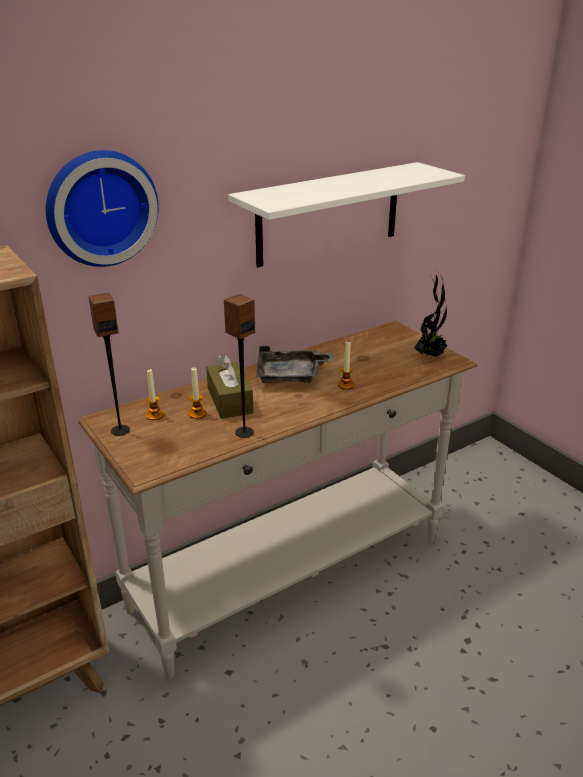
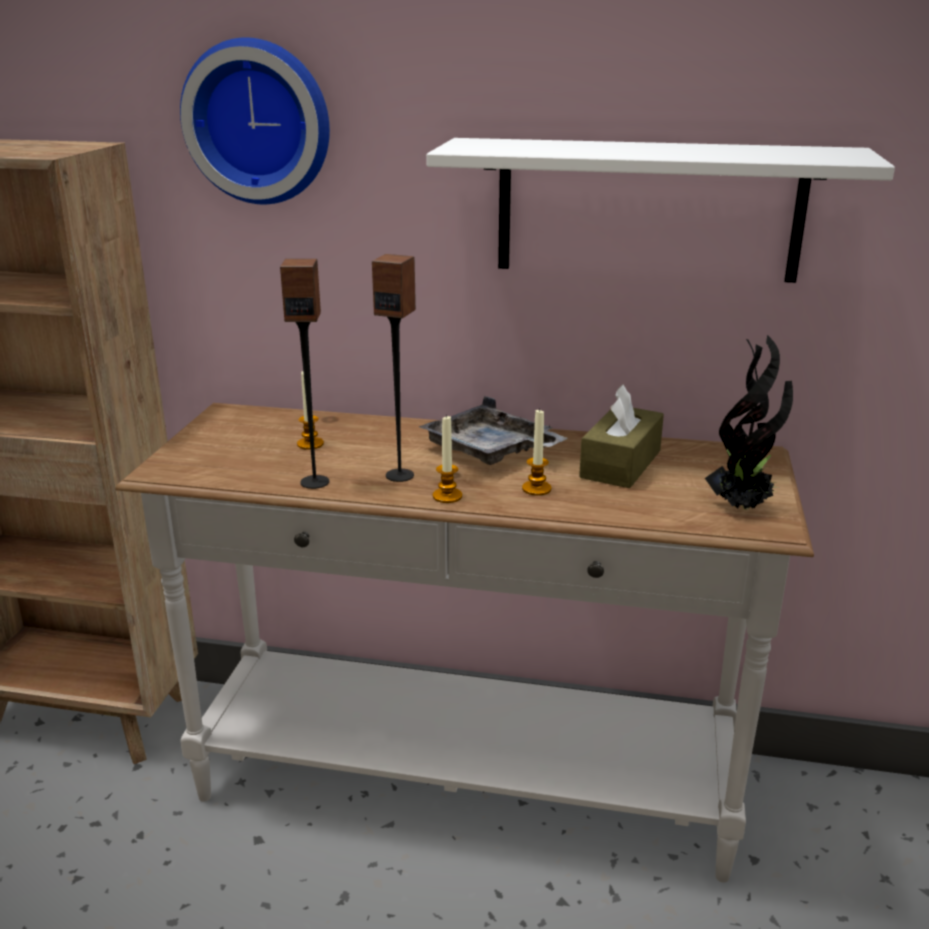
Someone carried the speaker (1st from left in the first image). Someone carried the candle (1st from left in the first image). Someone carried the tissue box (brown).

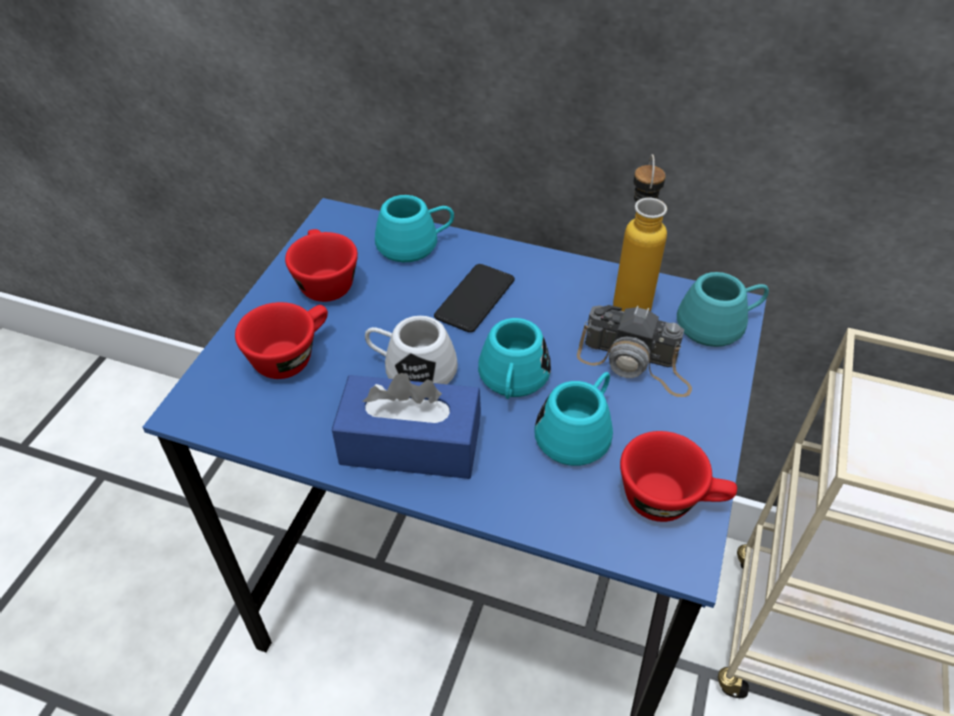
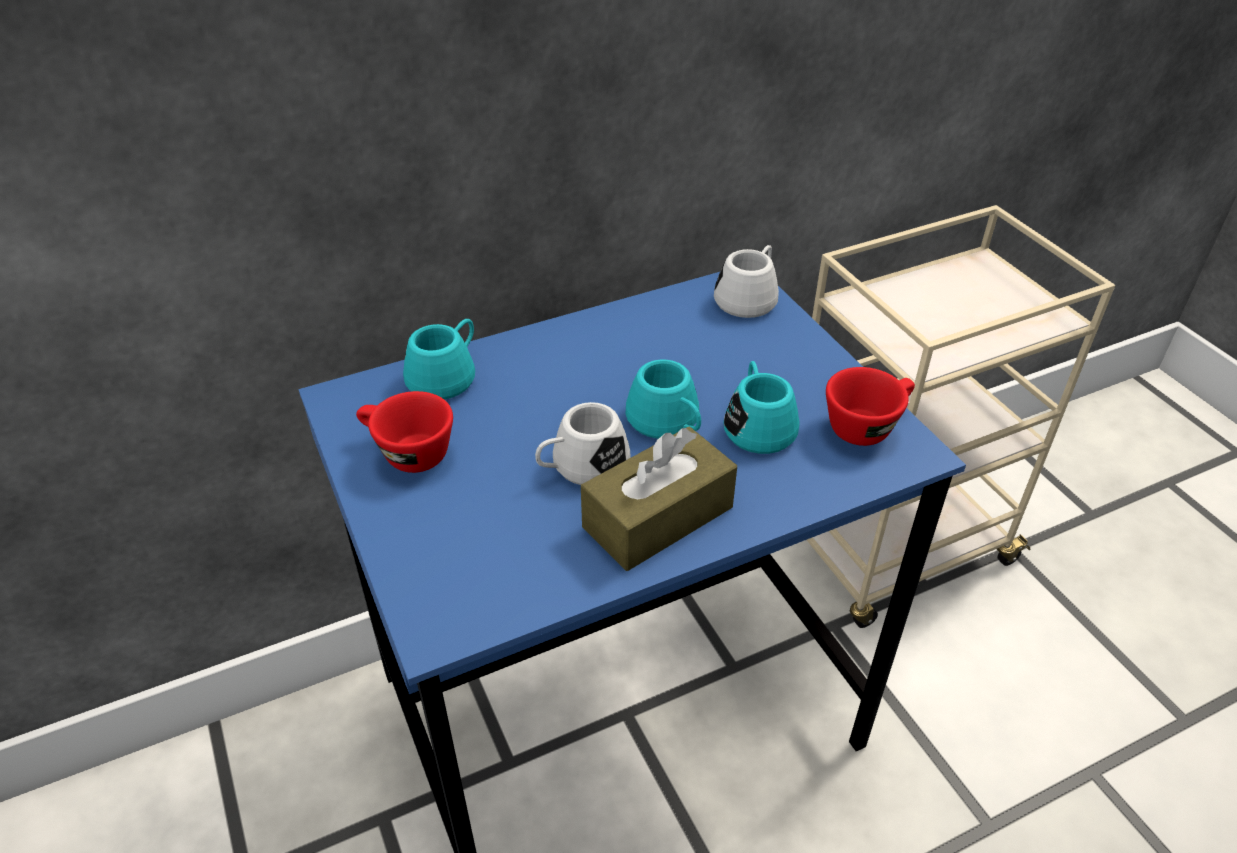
Someone took away the cup (red) (1st from left). Someone repainted the tissue box (blue), which became the tissue box (brown). Someone took away the phone. Someone took away the photo camera. Someone took away the bottle. Someone repainted the mug (turquoise) (4th from left), which became the mug (white) (2nd from left).

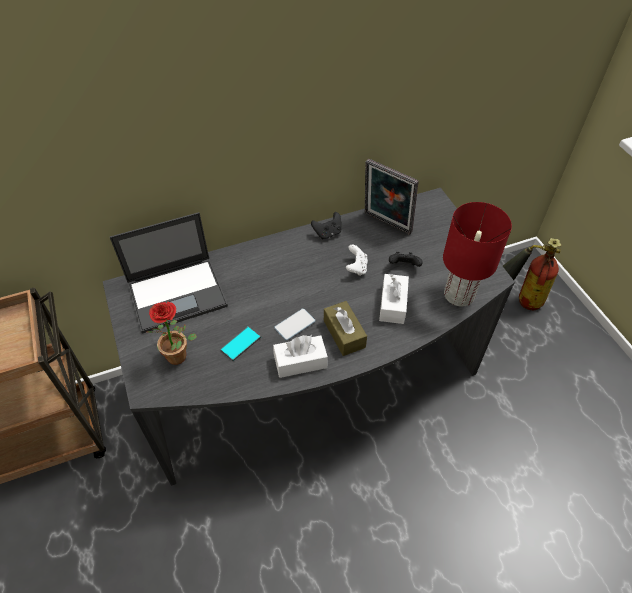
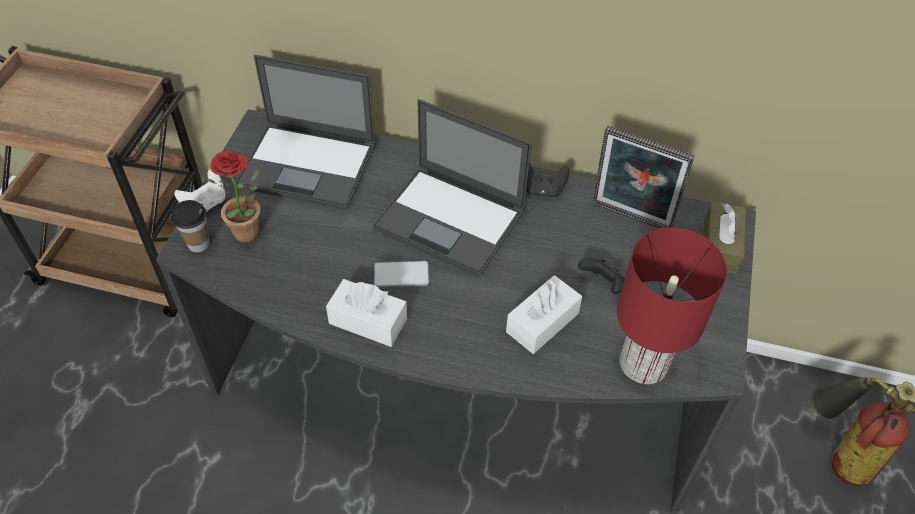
Someone took away the phone (1st from left). Someone carried the tissue box (brown). Someone carried the game controller (white). Someone rotated the picture frame by 45 degrees counterclockwise. Someone put down the cup. Someone put down the laptop (2nd from left).

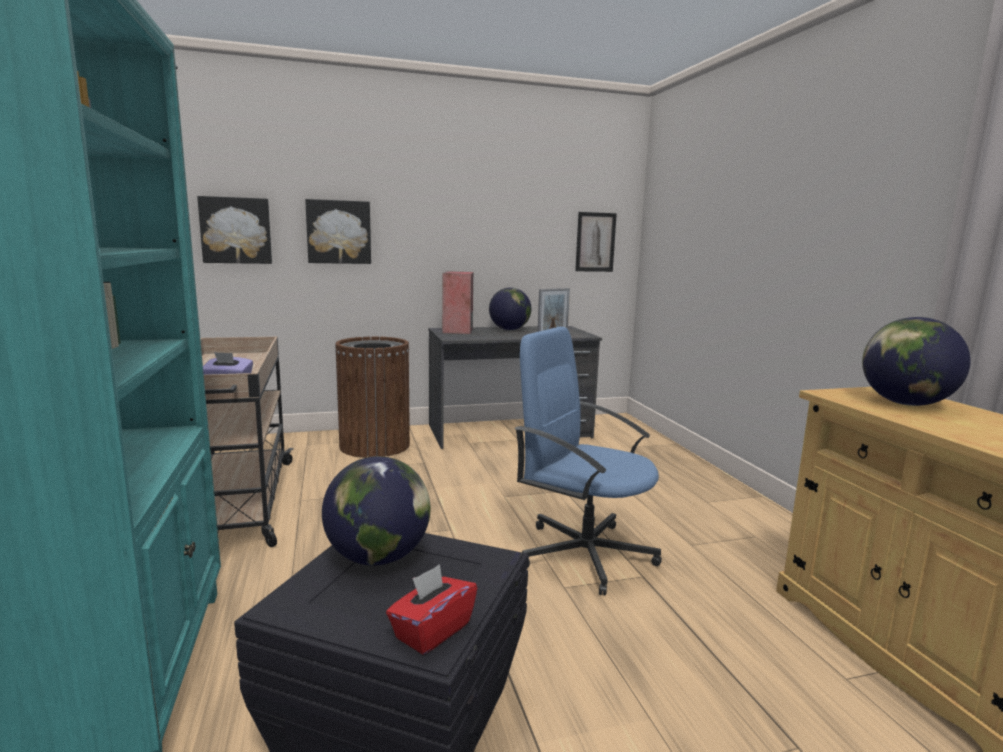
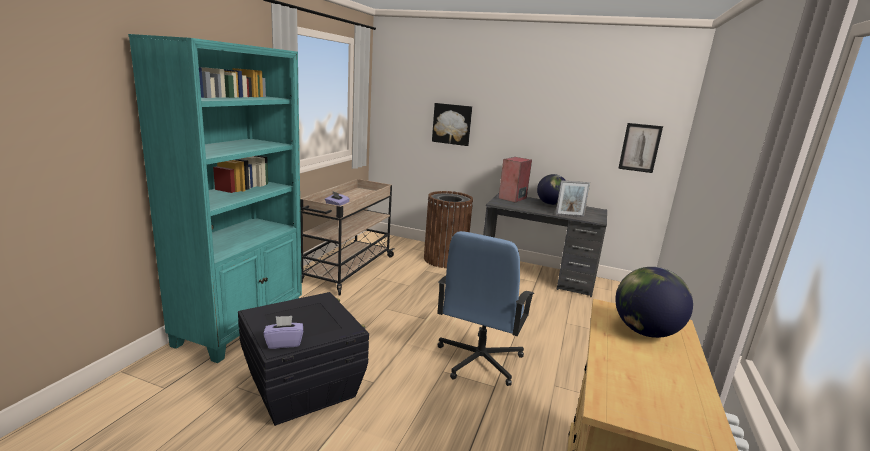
Someone took away the picture (1st from left). Someone took away the globe (1st from left). Someone repainted the tissue box (red), which became the tissue box (purple) (1st from left). Someone rotated the office chair (blue) by 135 degrees counterclockwise.

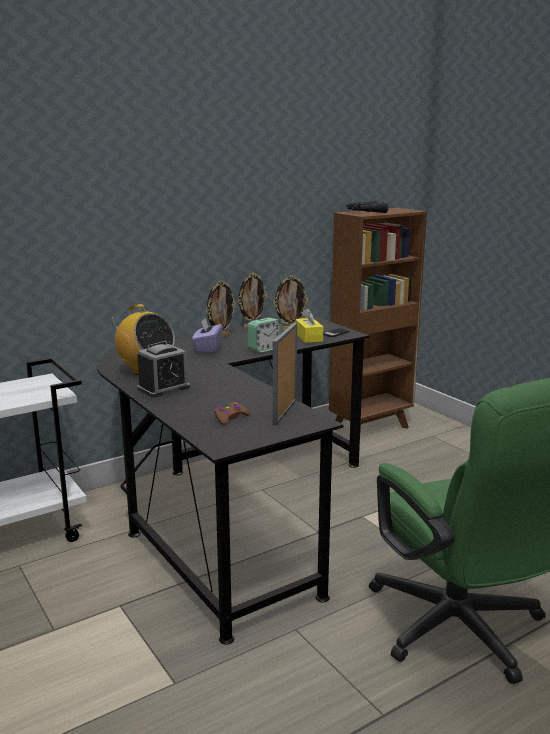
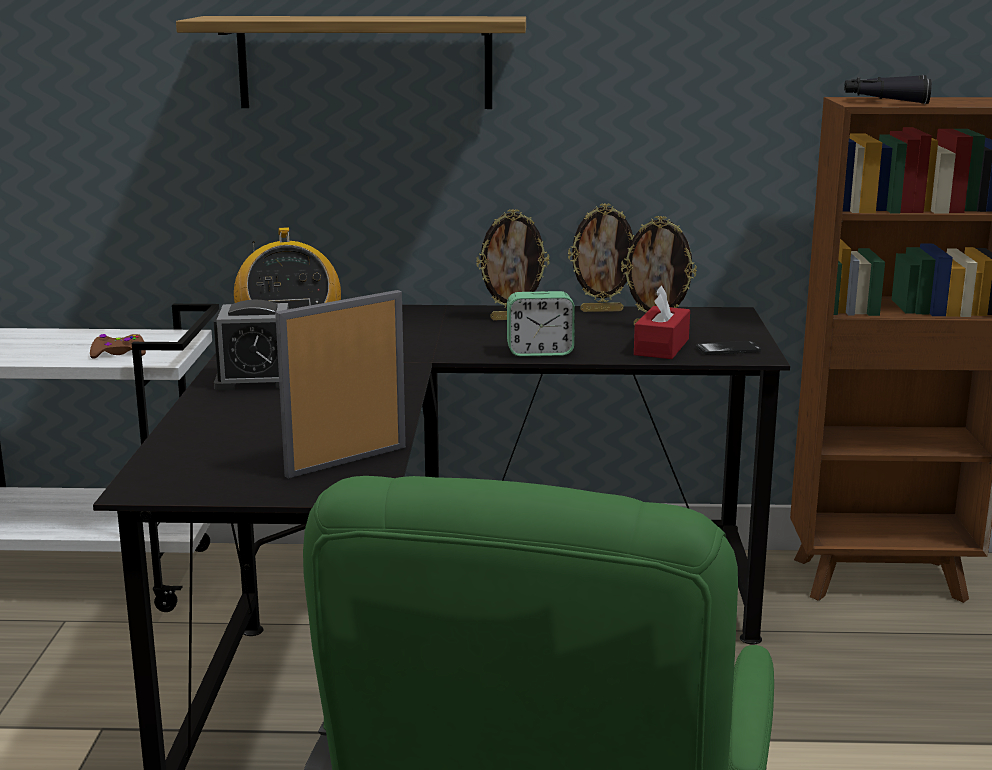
Someone took away the tissue box (purple). Someone carried the game controller (brown). Someone repainted the tissue box (yellow), which became the tissue box (red). Someone put up the shelf.

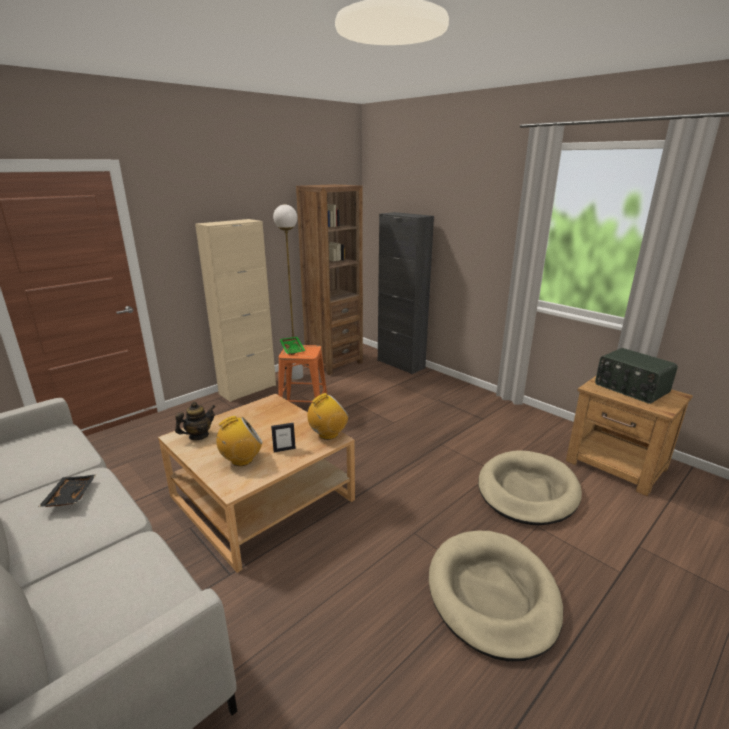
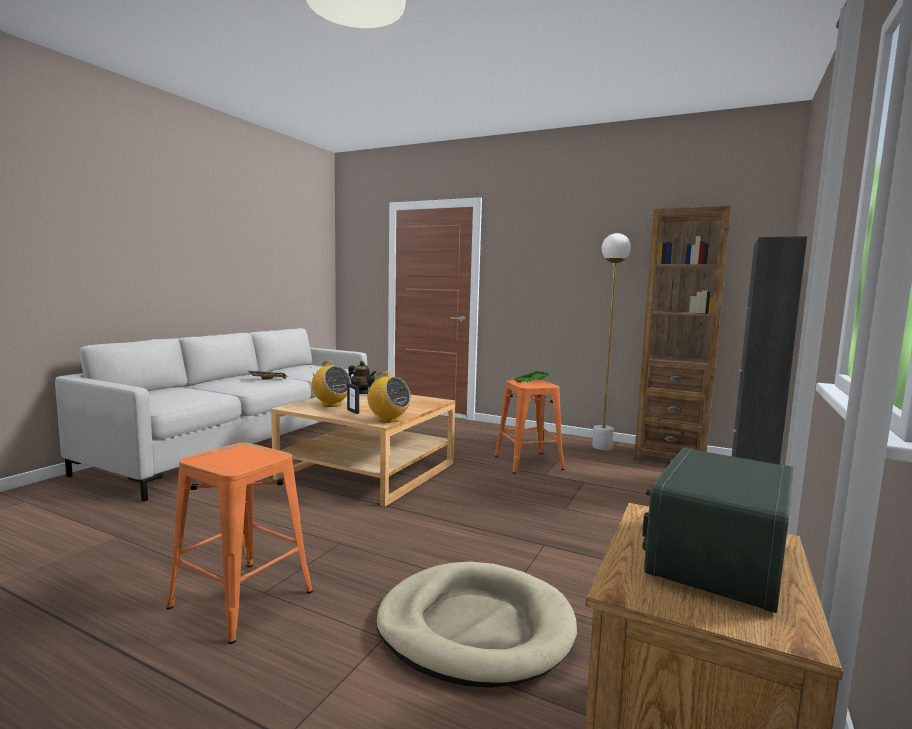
Someone took away the cabinet (beige). Someone swapped the dog bed (beige) (1st from left) for the stool (orange) (1st from left).

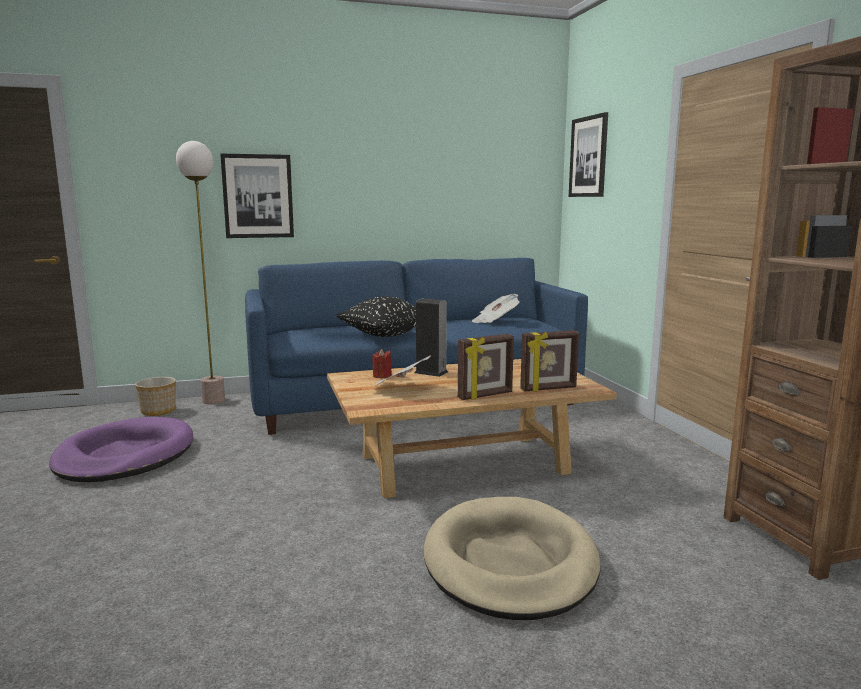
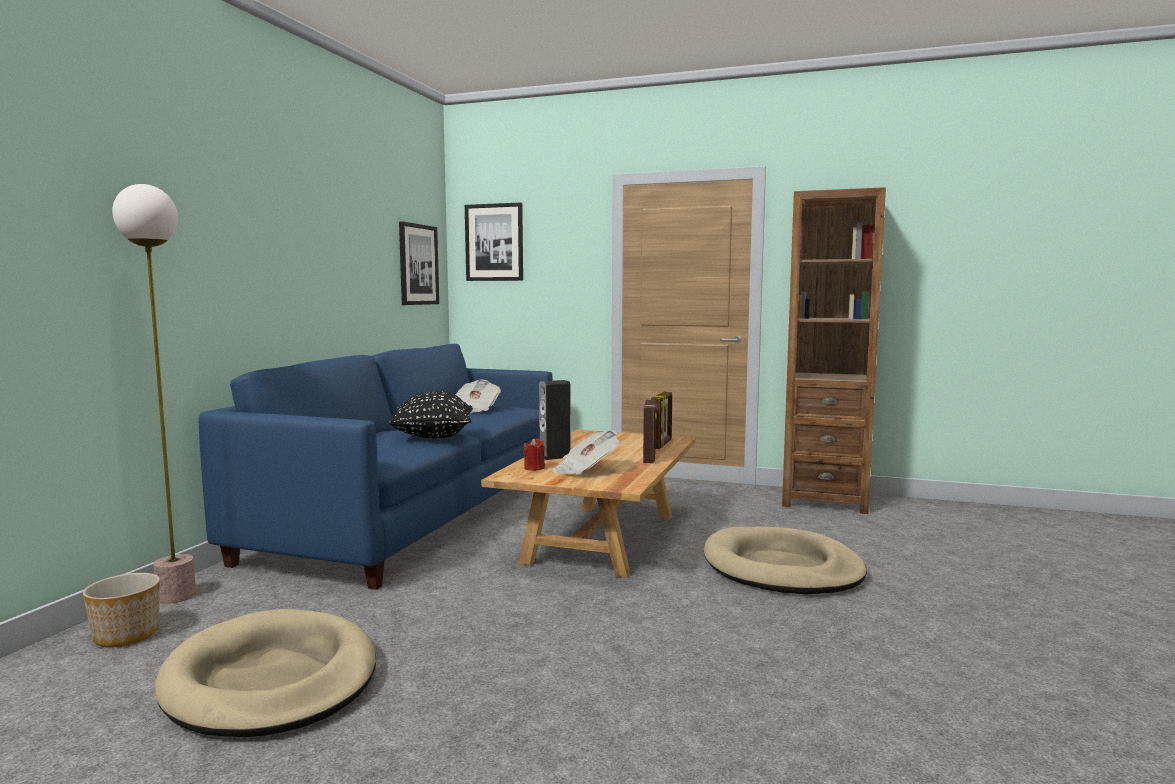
Someone repainted the dog bed (purple), which became the dog bed (beige) (1st from left). Someone carried the picture (1st from left).

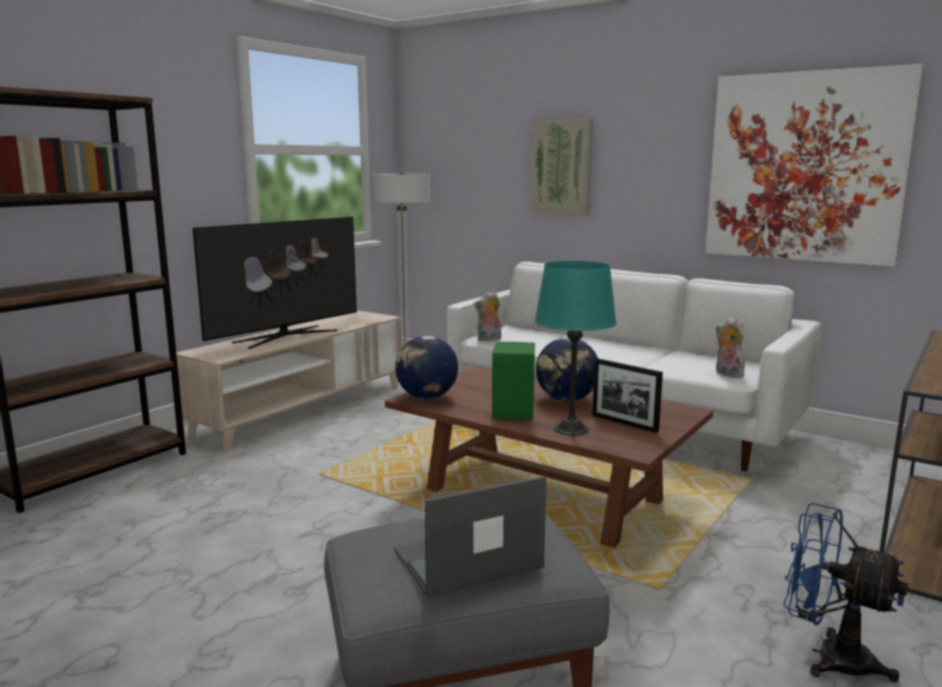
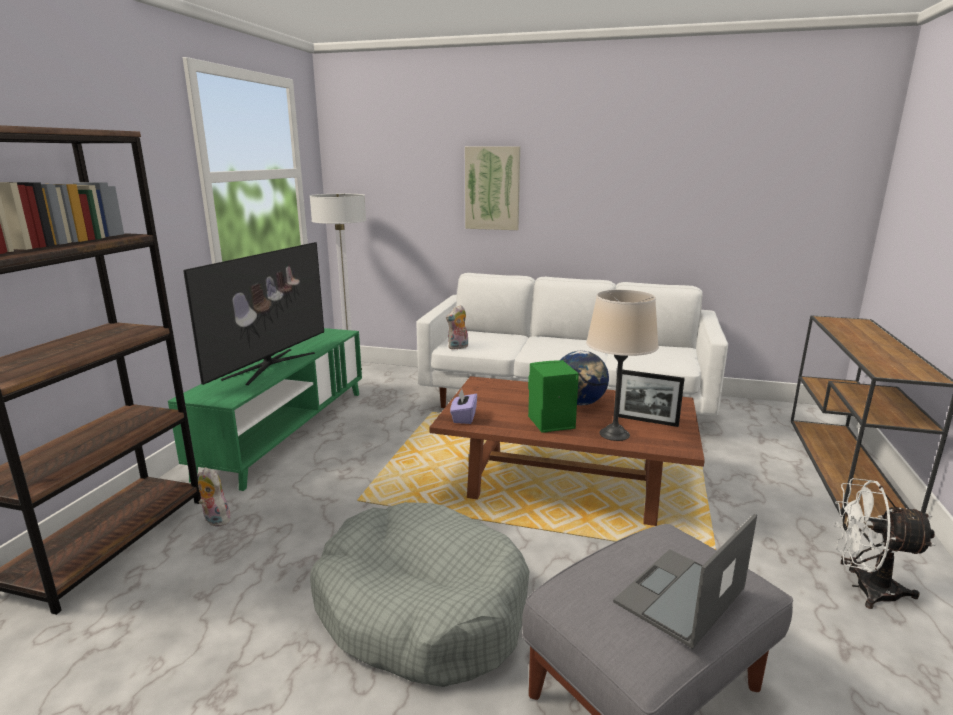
Someone repainted the tv stand (beige), which became the tv stand (green). Someone swapped the globe (1st from left) for the tissue box (purple). Someone repainted the table lamp (turquoise), which became the table lamp (beige). Someone took away the picture (2nd from left). Someone carried the plush toy (2nd from left in the first image). Someone repainted the fan (blue), which became the fan (white). Someone put down the dog bed (grey).

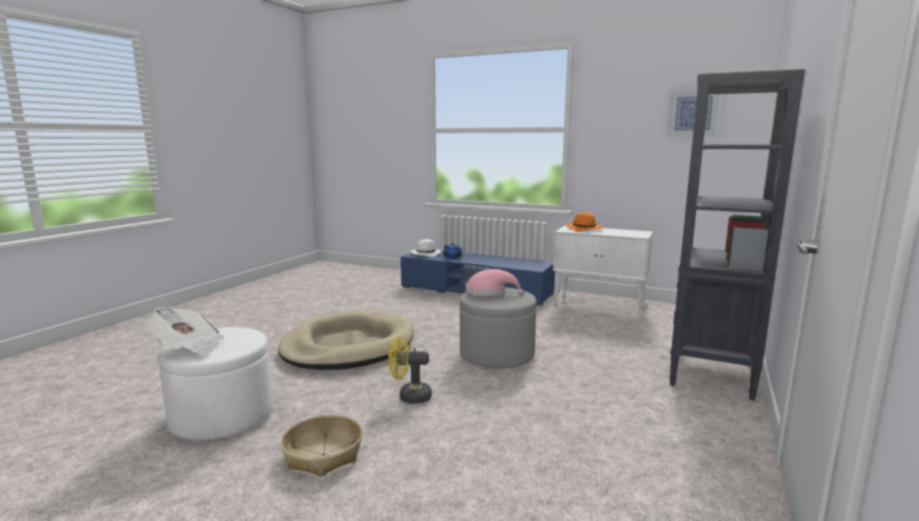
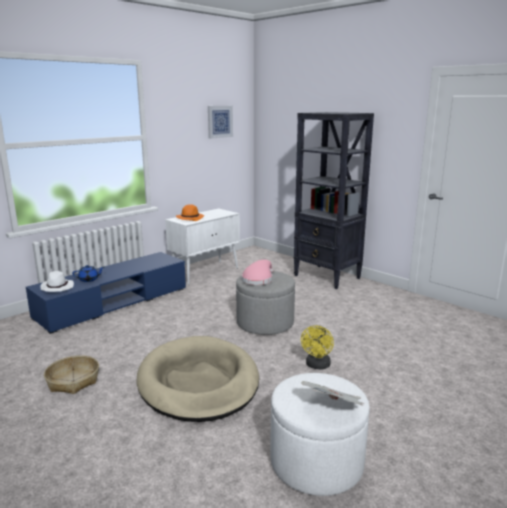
Someone carried the basket.

